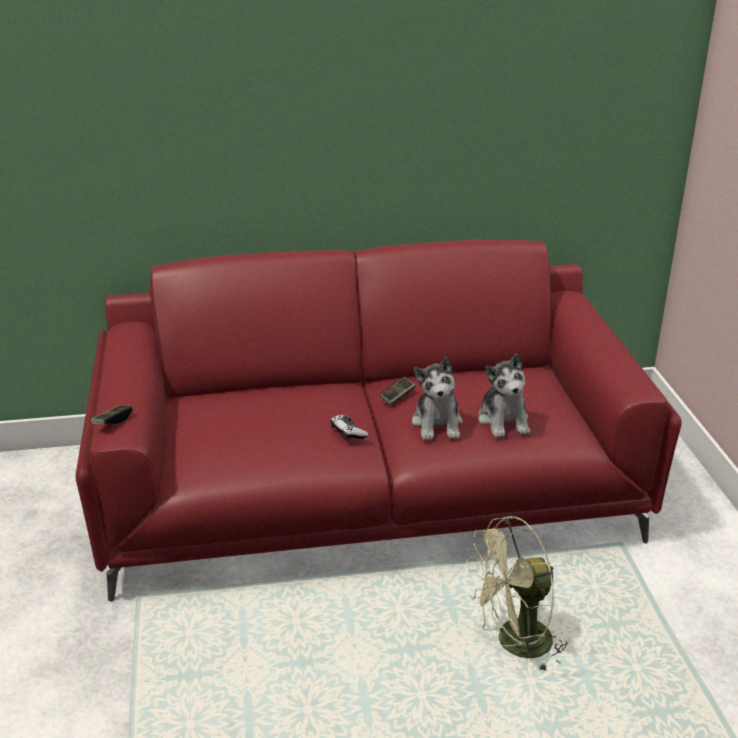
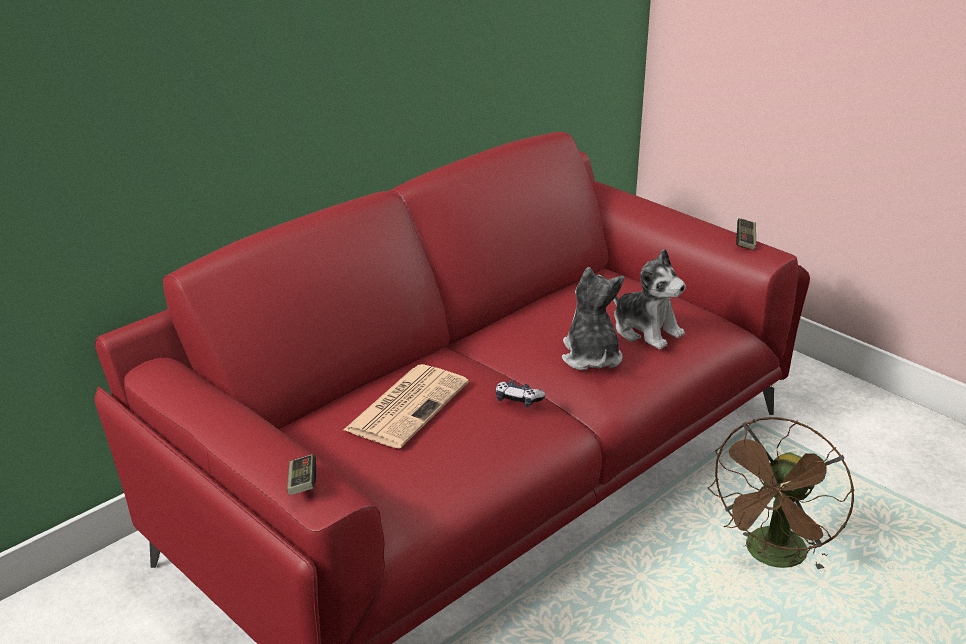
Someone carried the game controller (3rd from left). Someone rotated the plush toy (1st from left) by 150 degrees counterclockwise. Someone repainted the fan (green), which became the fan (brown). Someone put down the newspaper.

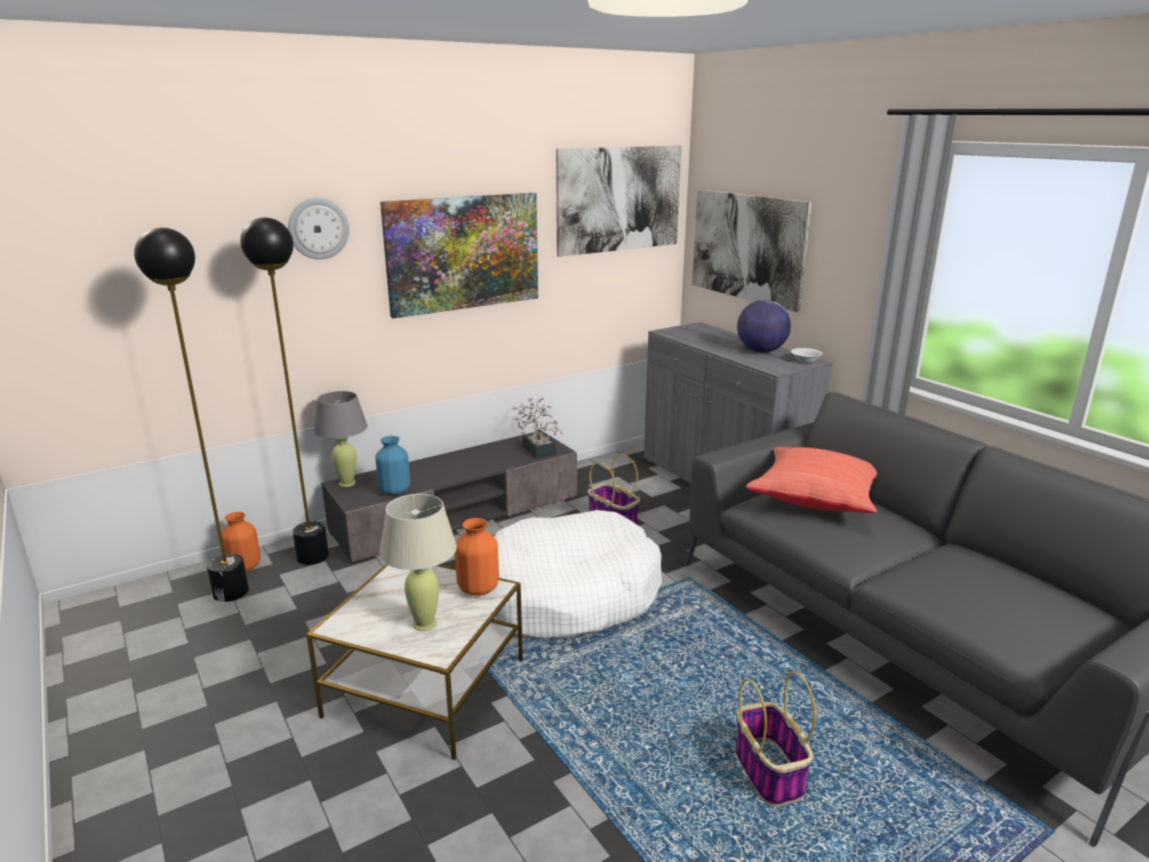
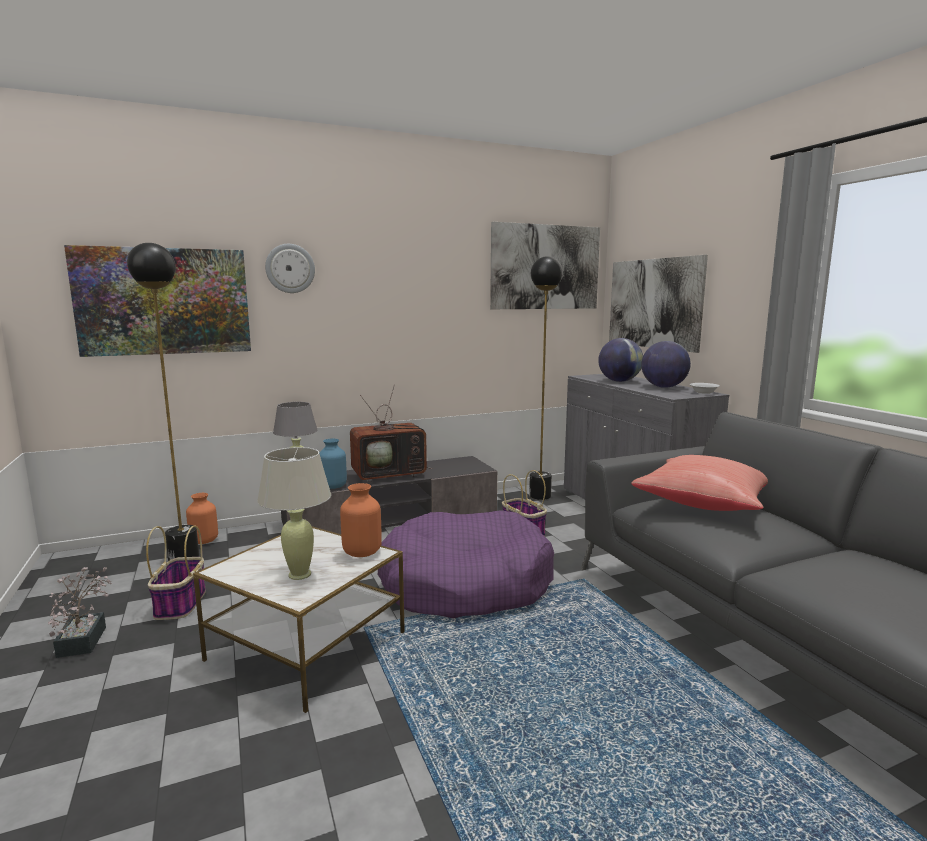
Someone carried the floor lamp (black) (2nd from left). Someone carried the picture (1st from left). Someone repainted the dog bed (white), which became the dog bed (purple). Someone carried the potted plant. Someone carried the basket (2nd from left in the first image). Someone put down the television. Someone put down the globe (1st from left).

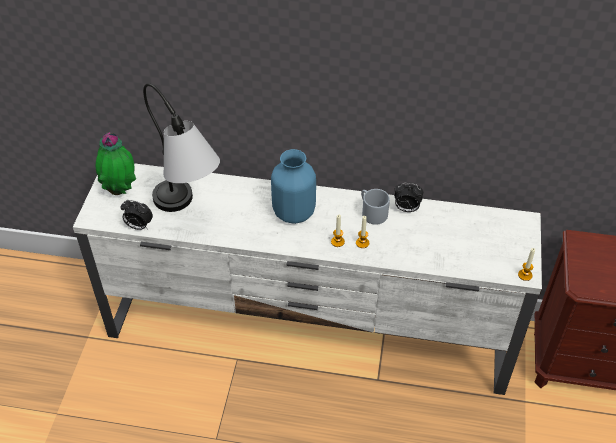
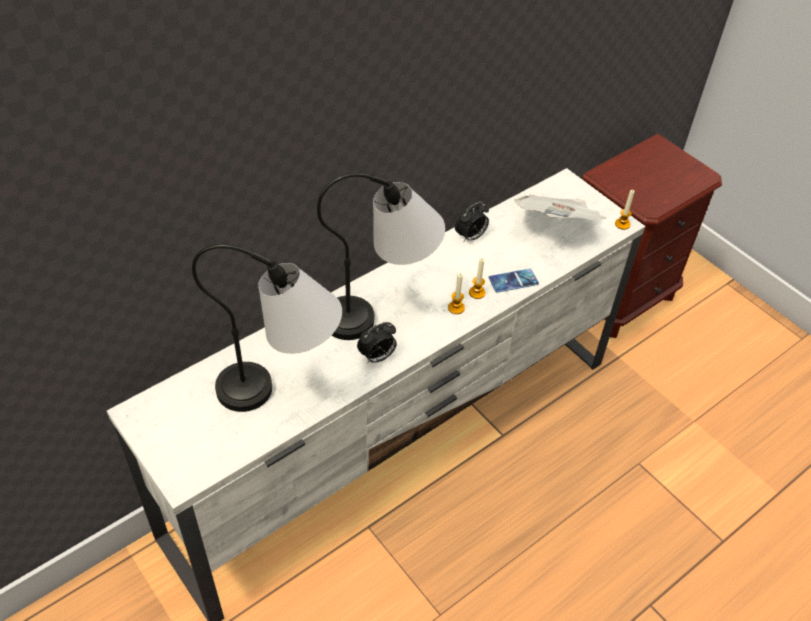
Someone took away the potted plant. Someone carried the alarm clock (1st from left). Someone swapped the vase (blue) for the table lamp (2nd from left). Someone took away the mug (grey). Someone put down the phone. Someone put down the newspaper.

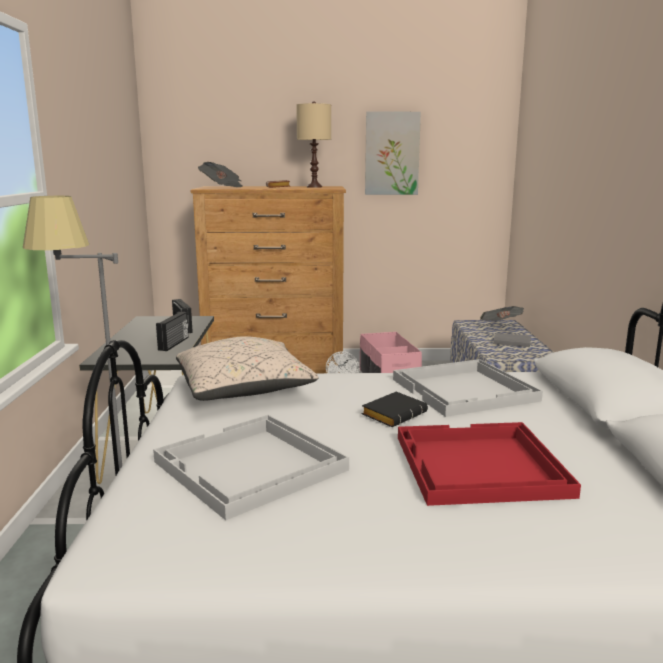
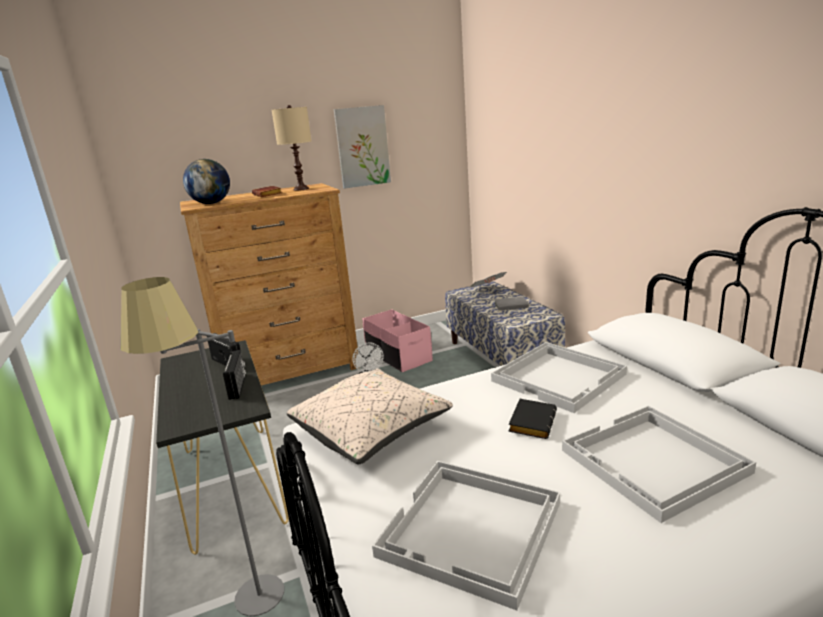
Someone swapped the newspaper (1st from left) for the globe. Someone repainted the tray (red), which became the tray (white) (3rd from left).

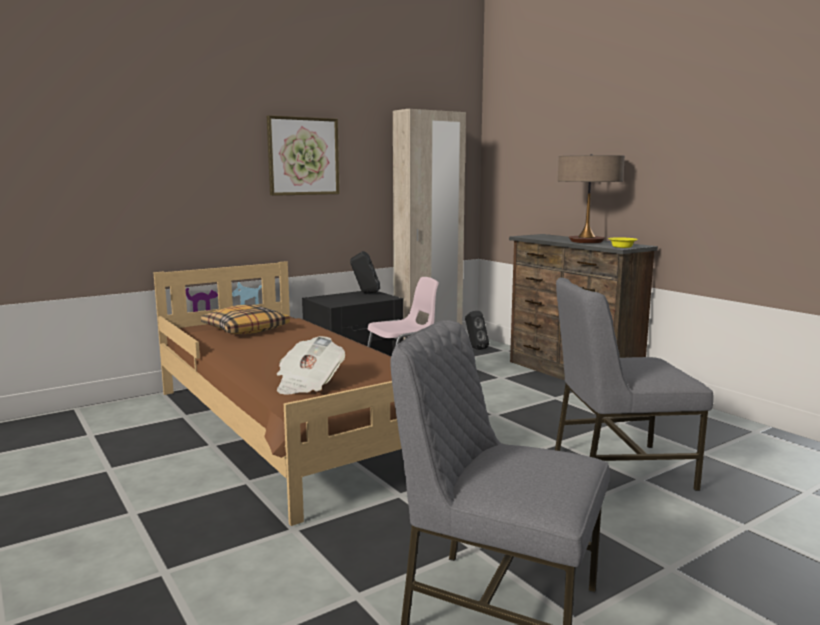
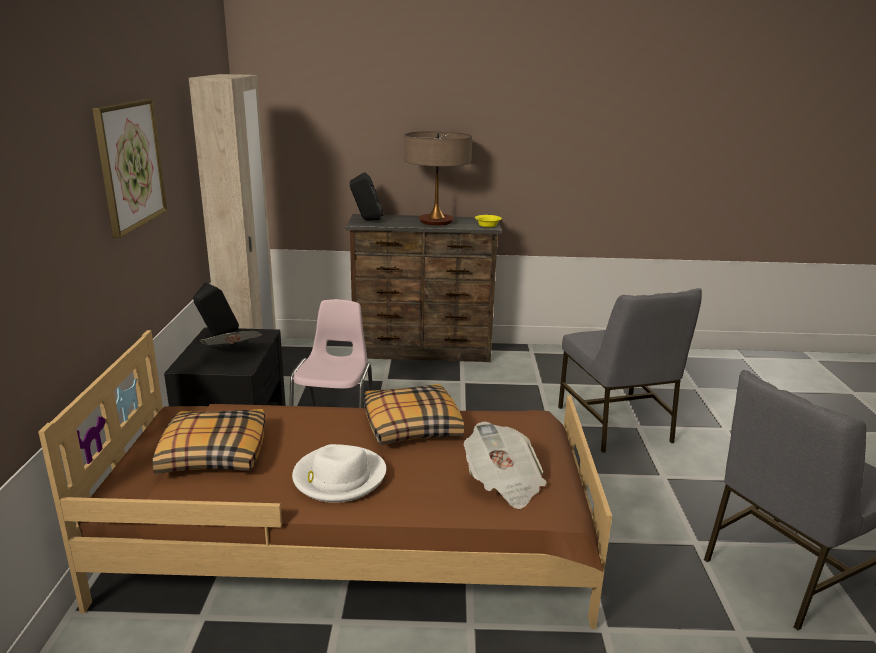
Someone carried the speaker (black) (2nd from left). Someone rotated the chair (grey) (2nd from left in the first image) by 45 degrees counterclockwise. Someone put down the newspaper (1st from left). Someone put down the hat (white). Someone put down the pillow (2nd from left).

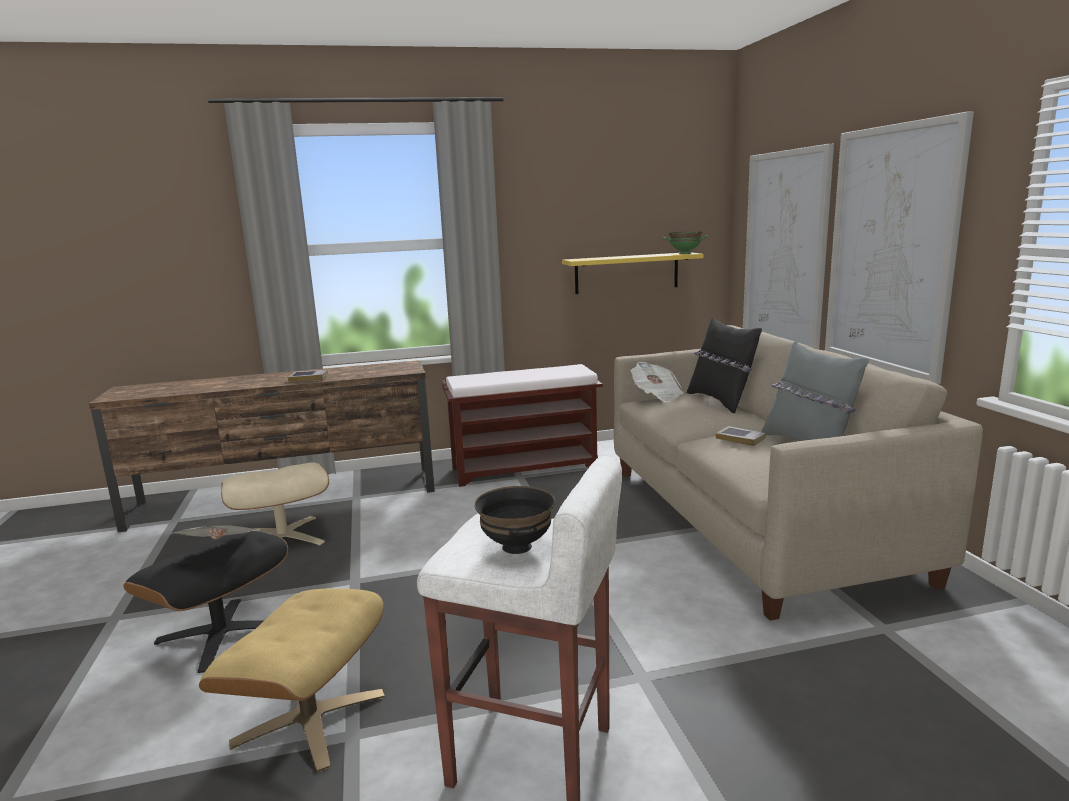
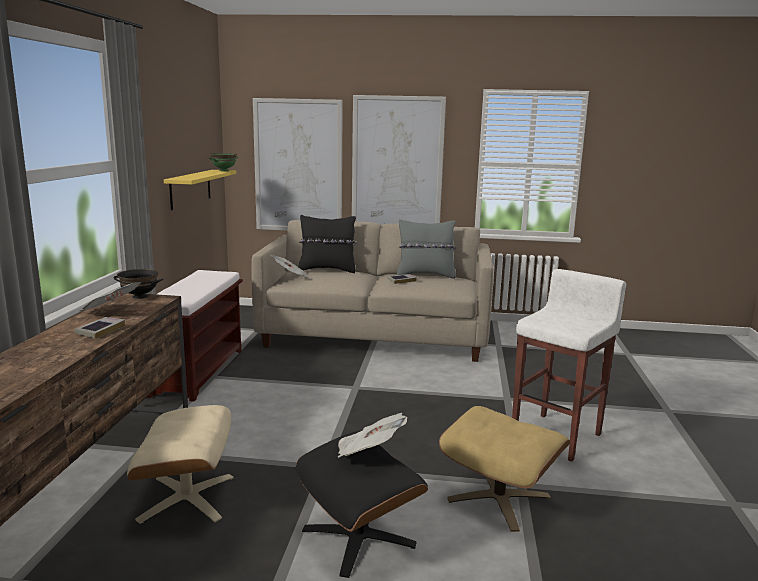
Someone carried the bowl (black). Someone put down the newspaper (1st from left).

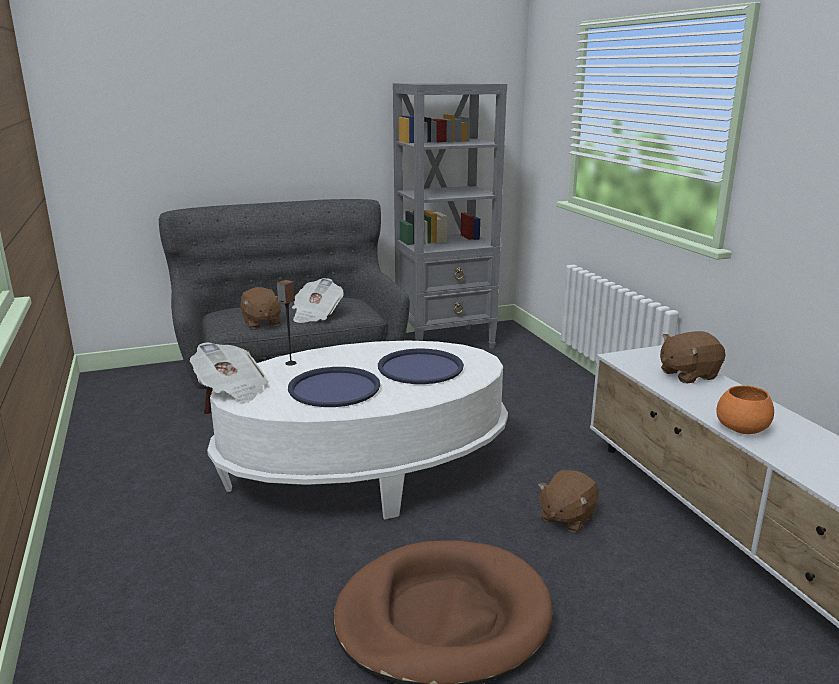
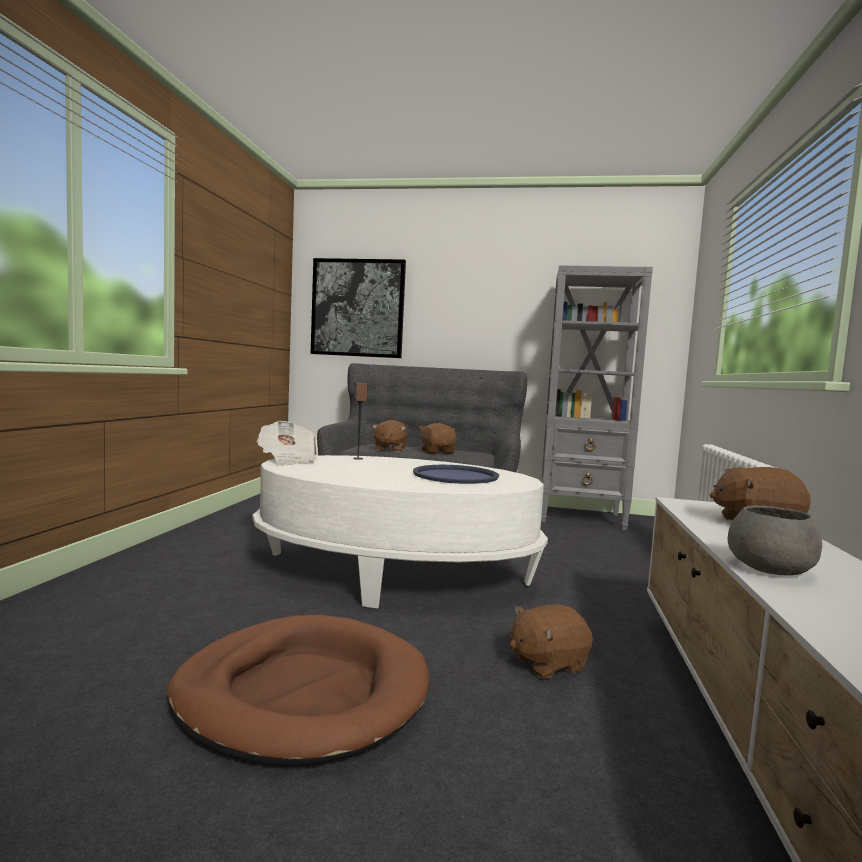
Someone took away the tray (blue) (1st from left). Someone swapped the newspaper (2nd from left) for the plush toy (brown) (2nd from left). Someone repainted the bowl (orange), which became the bowl (grey). Someone put up the picture.

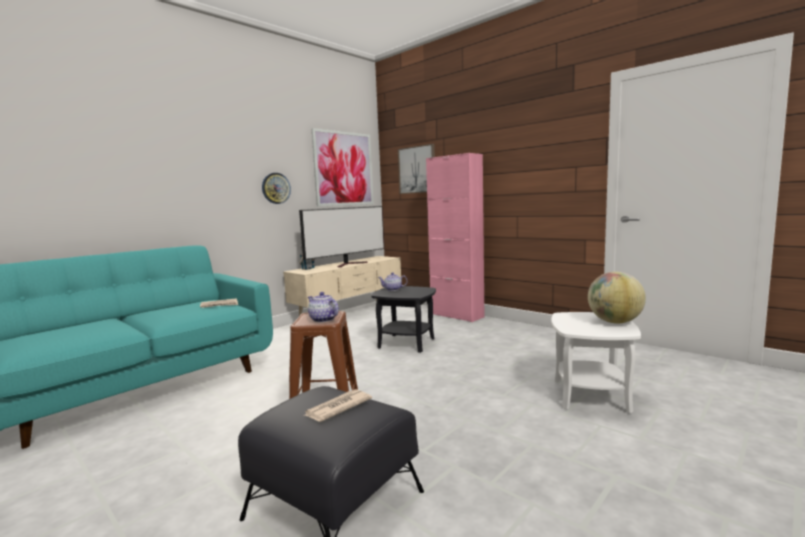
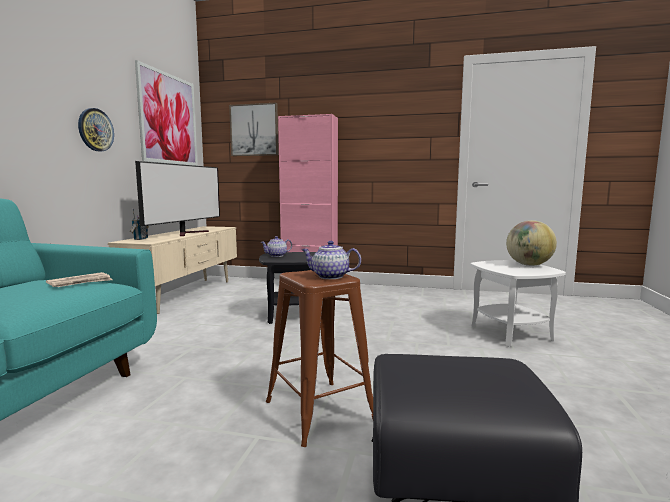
Someone took away the newspaper (2nd from left).

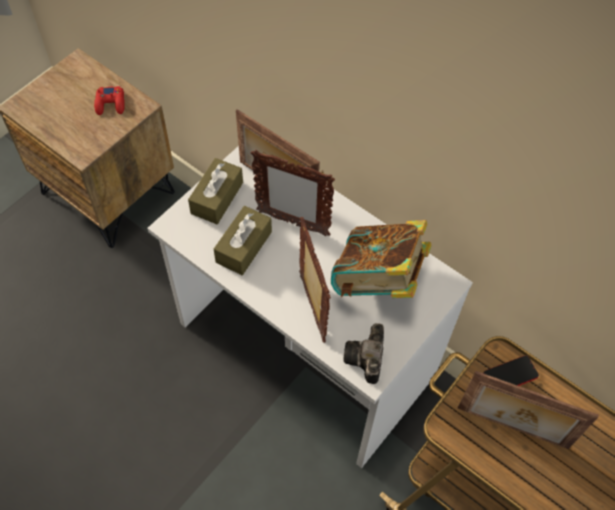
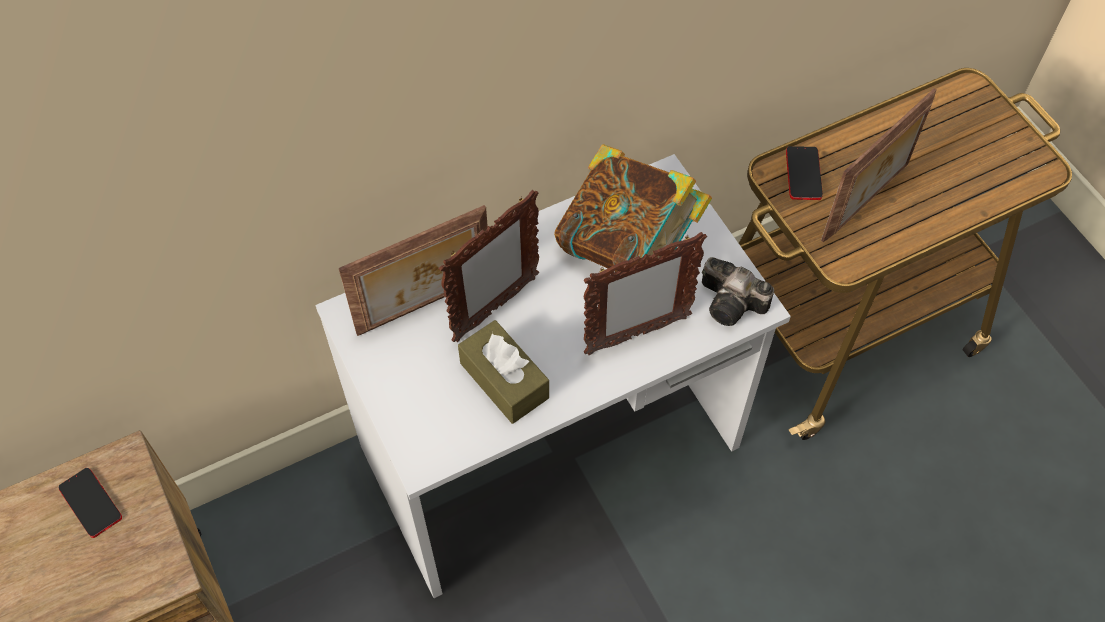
Someone swapped the game controller (red) for the phone (1st from left). Someone took away the tissue box (brown) (1st from left). Someone rotated the picture frame (3rd from left) by 150 degrees clockwise.

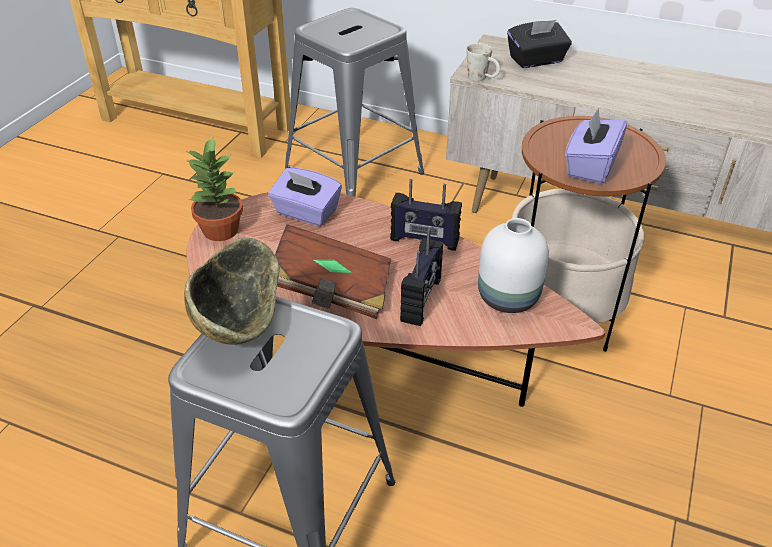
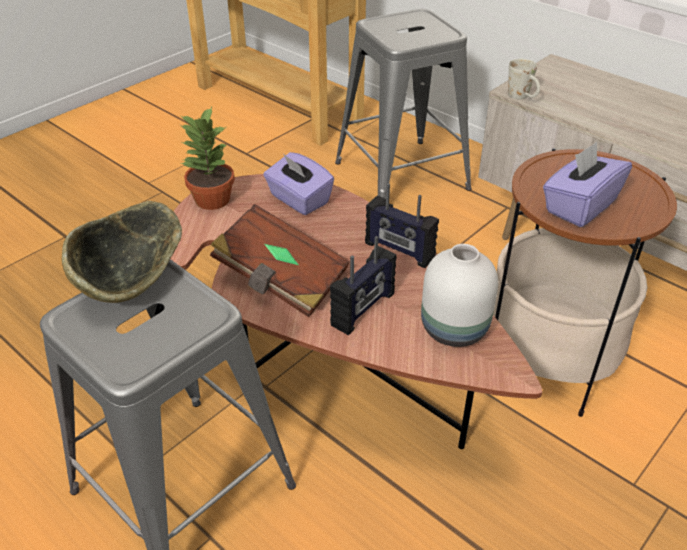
Someone took away the tissue box (black).

